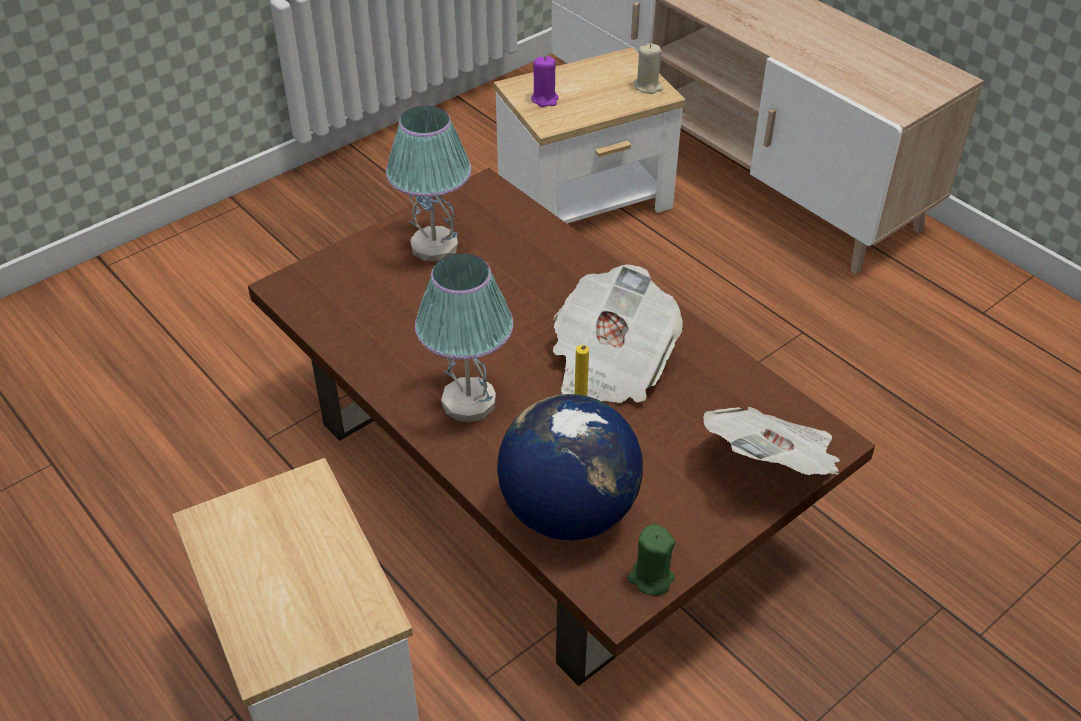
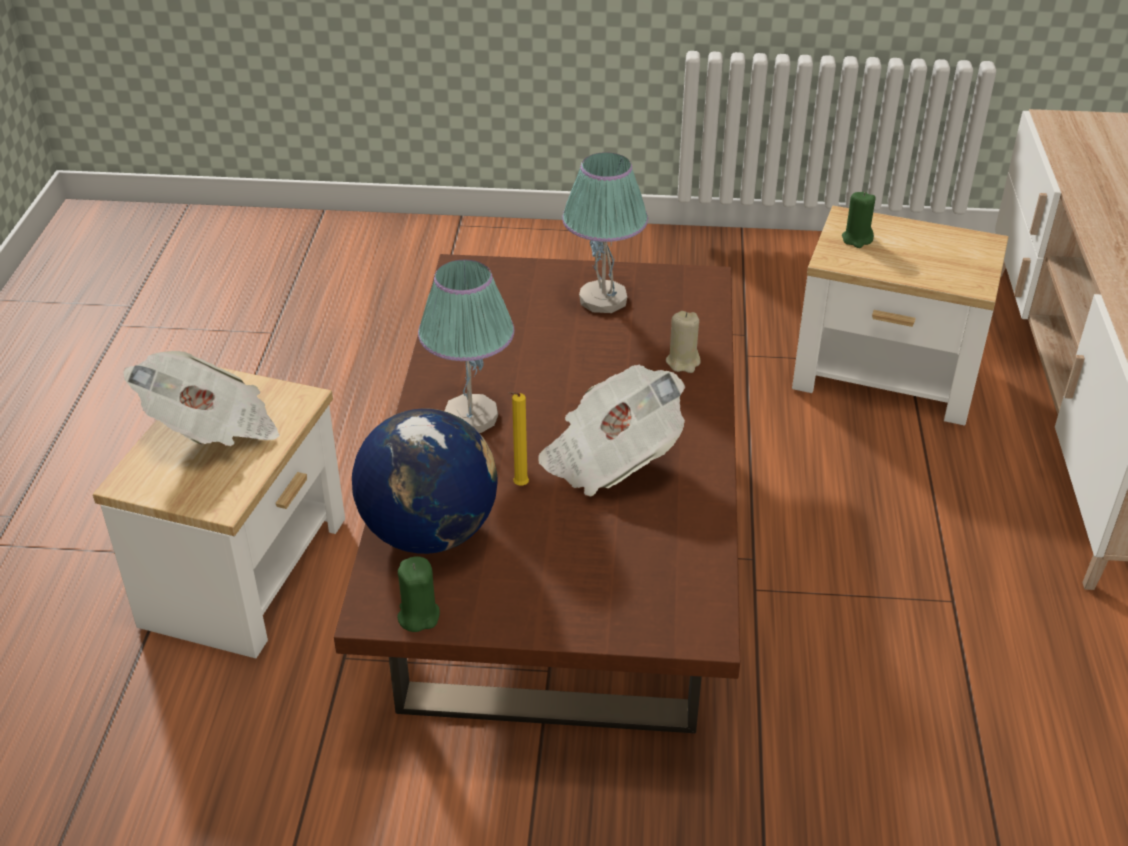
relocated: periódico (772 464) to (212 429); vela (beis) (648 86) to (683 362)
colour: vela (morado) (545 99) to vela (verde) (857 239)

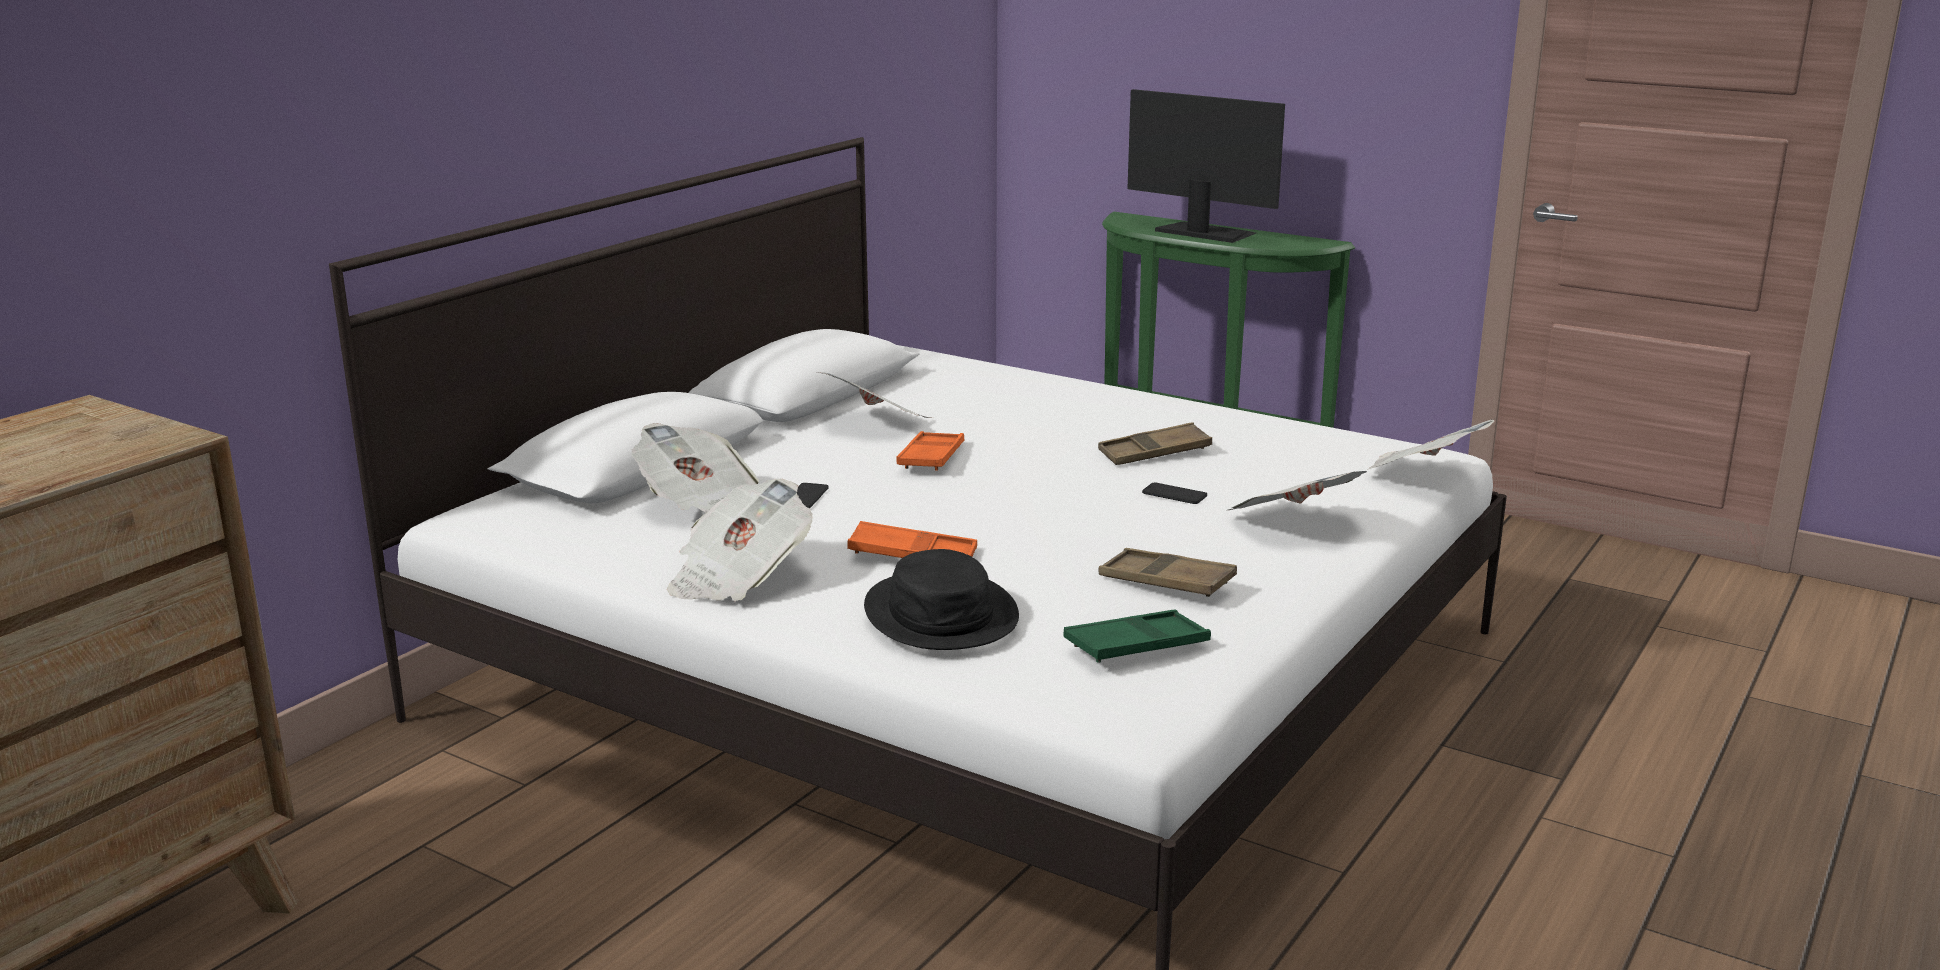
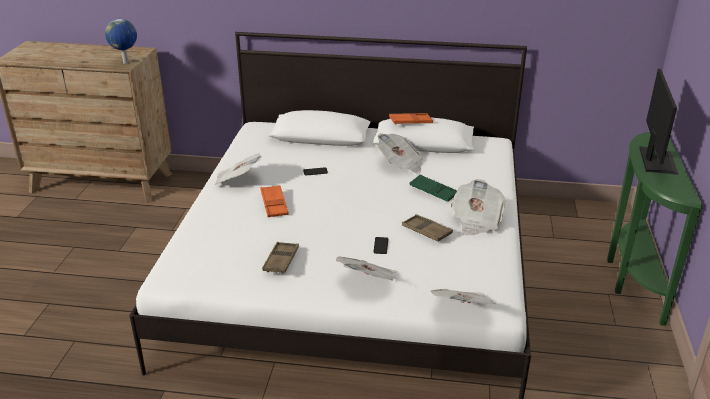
missing: sombrero (negro) (941 614)
appeared: globo terráqueo (126 62)
relocated: bandeja (naranja) (931 457) to (410 121); bandeja (verde) (1136 645) to (433 191); periódico (703 507) to (476 221)

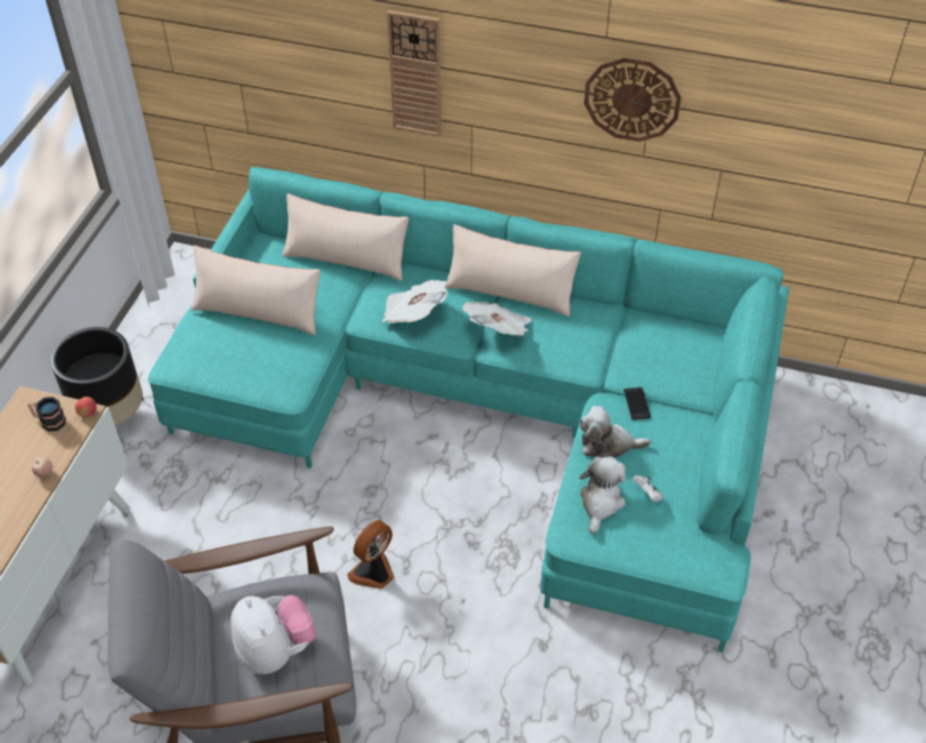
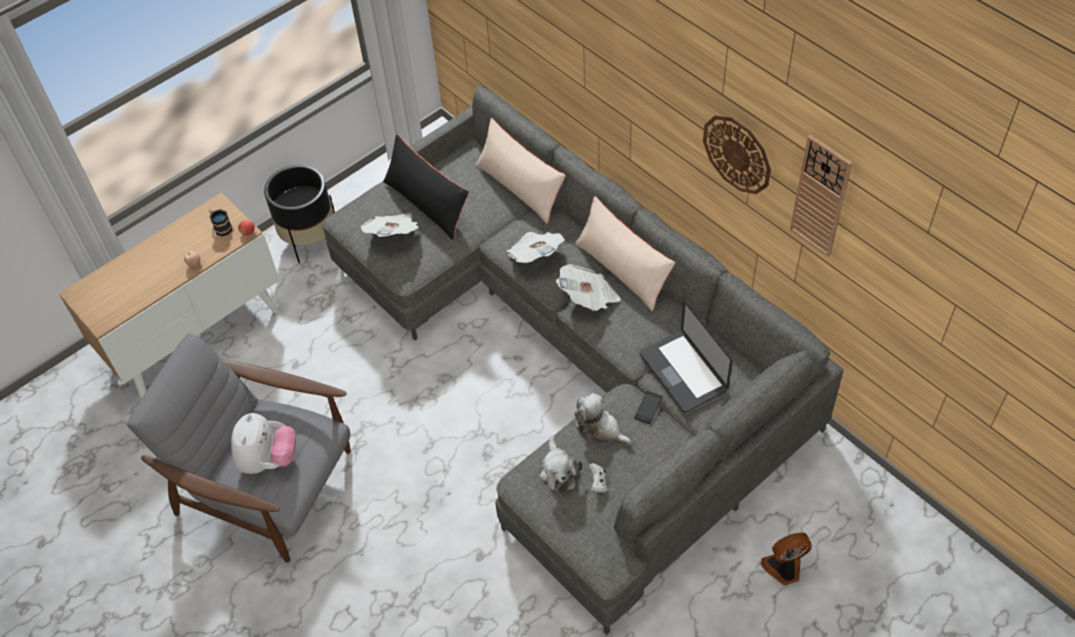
appeared: periódico (394 234); portátil (682 372)
relocated: ventilador (374 573) to (784 568); reloj de pared (415 74) to (821 196)
colour: sofá (turquesa) (492 410) to sofá (gris) (576 358); cojín (beis) (258 311) to cojín (negro) (427 203)
spun: peluche (600 502) = (558 471) 120 degrees clockwise

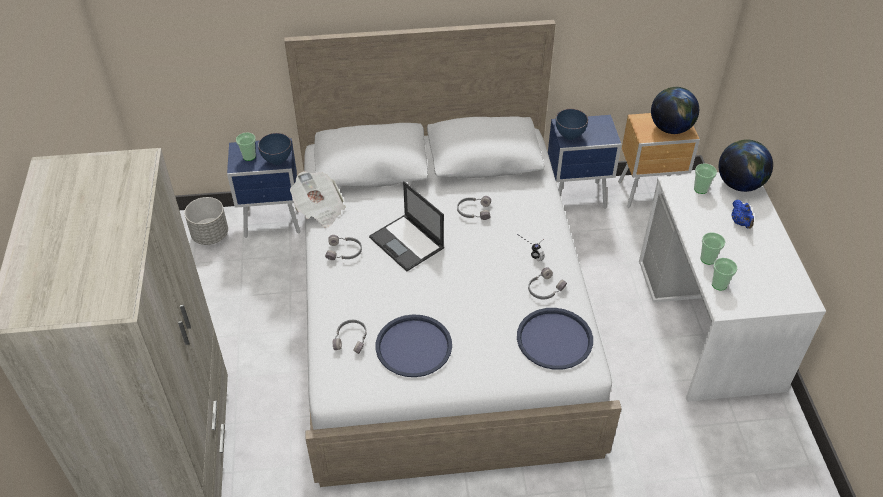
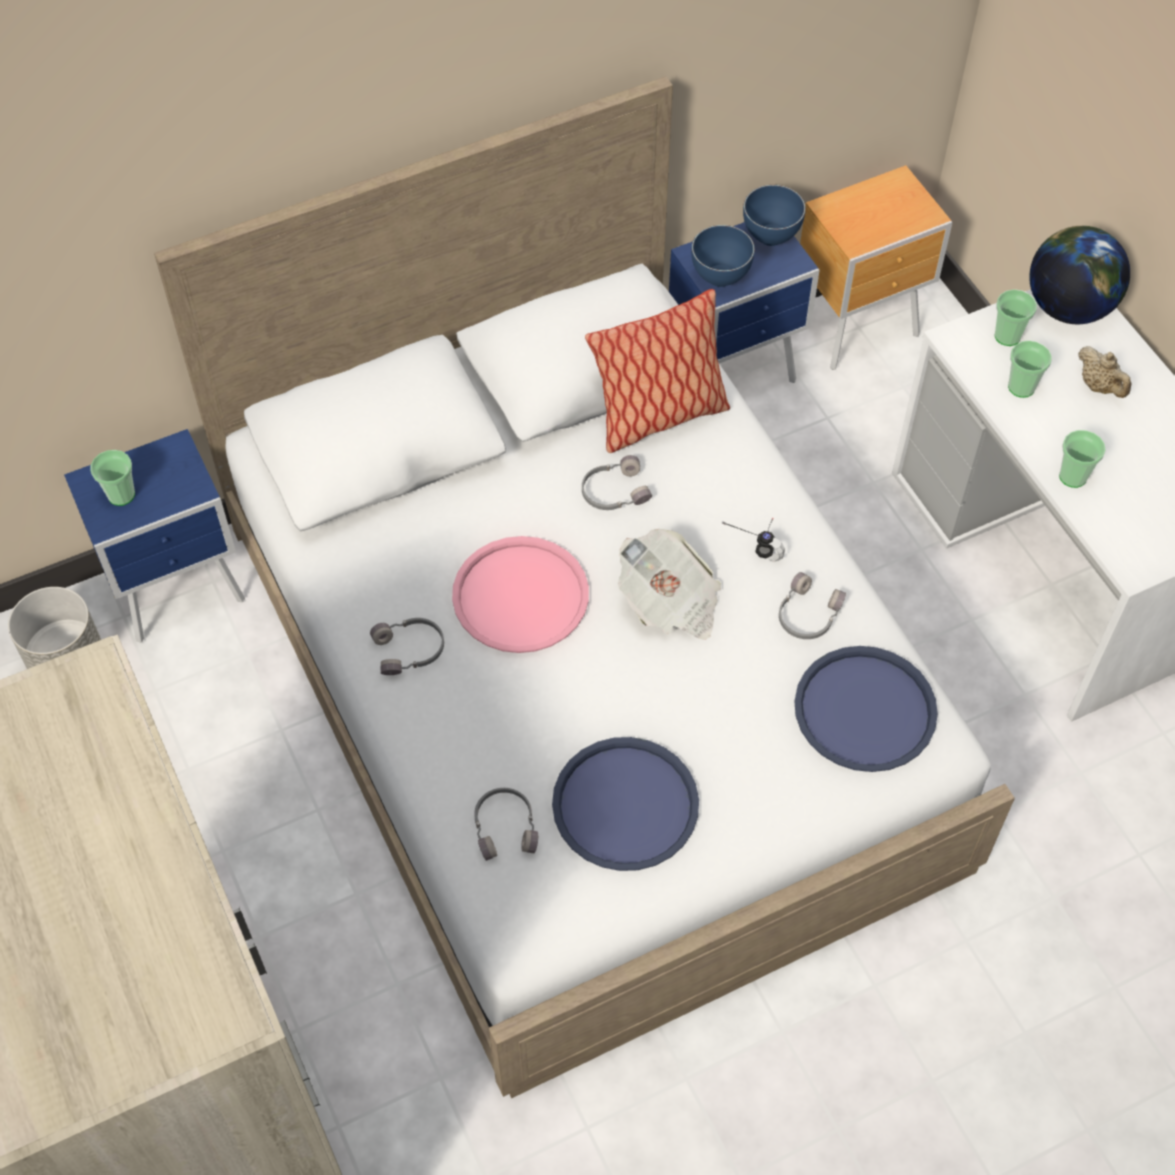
missing: globo terráqueo (670 128)
appeared: cojín (658 417)
relocated: periódico (319 209) to (670 602); cuenco (azul) (278 161) to (771 237); taza (719 284) to (1021 387)
exchanged: portátil (407 243) to bandeja (rosa) (520 596)
colour: tetera (azul) (740 222) to tetera (beis) (1099 386)

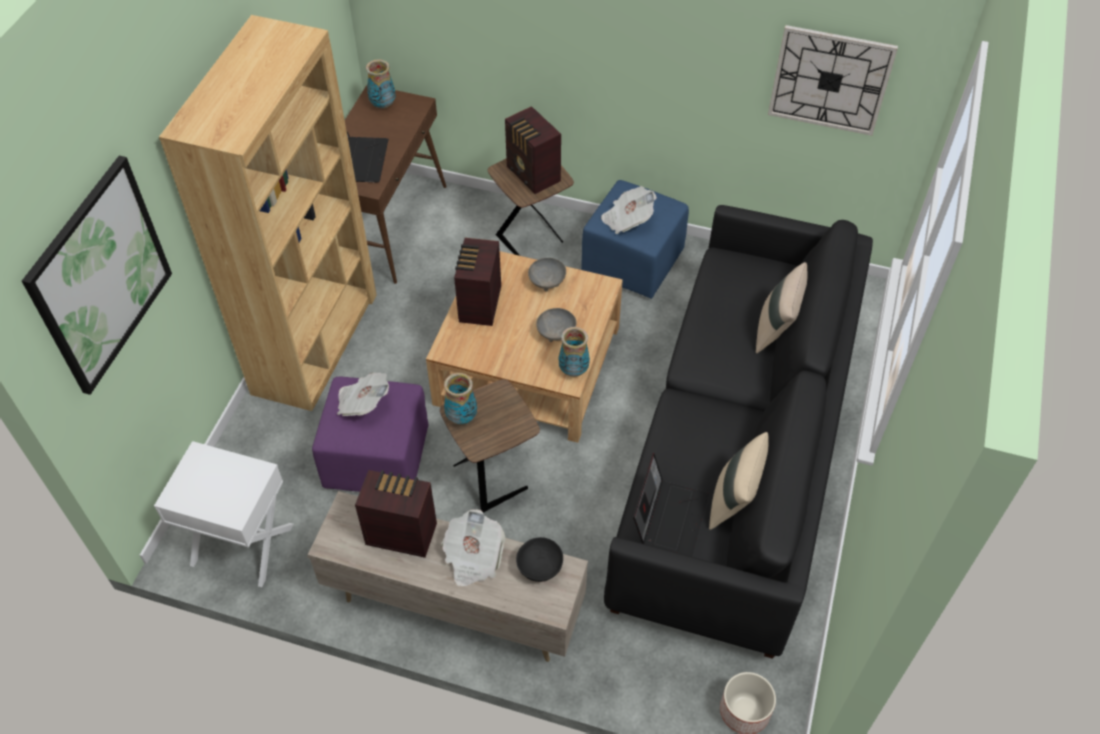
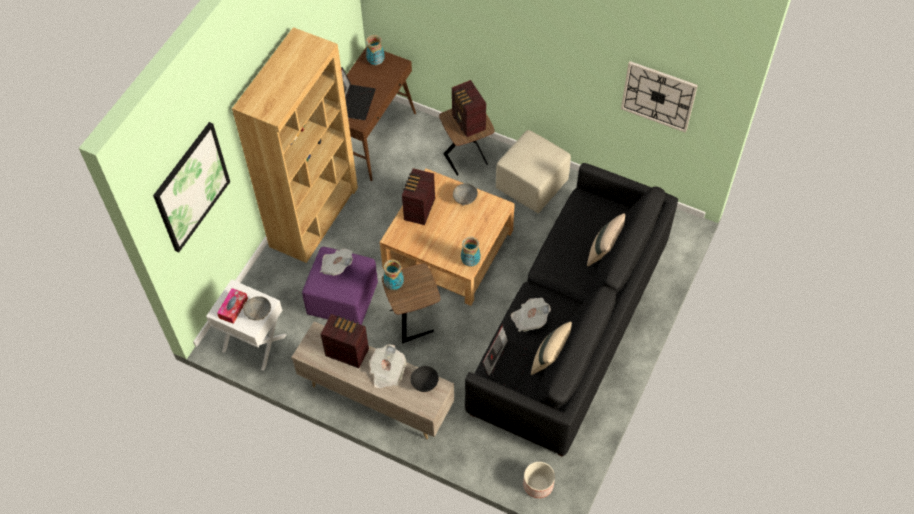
appeared: caja de pañuelos (233 308)
relocated: cuenco (gris) (556 333) to (259 313); periódico (627 219) to (529 319)
colour: puf (azul) (632 261) to puf (beis) (532 184)

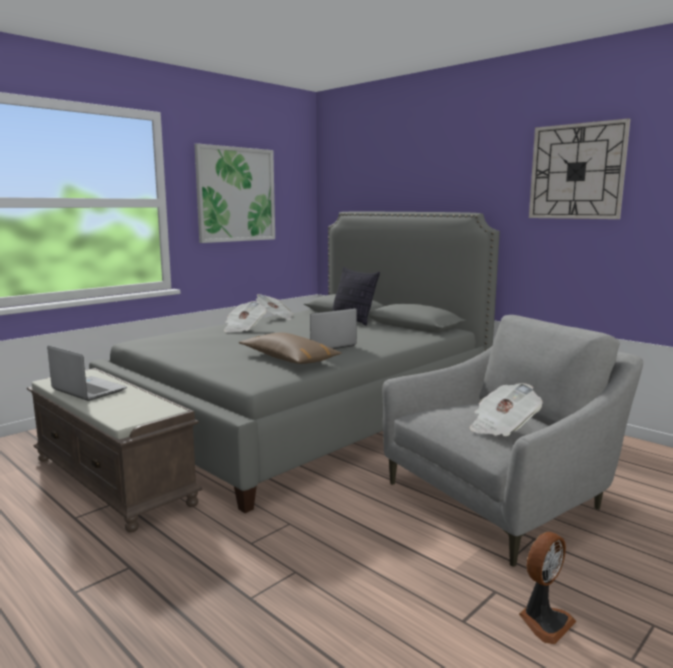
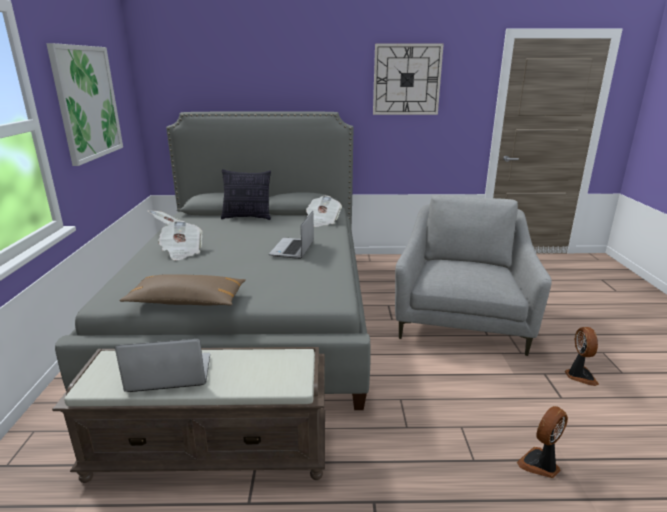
appeared: ventilador (540 464)
relocated: cojín (marrón) (288 359) to (187 301); periódico (502 427) to (322 221)

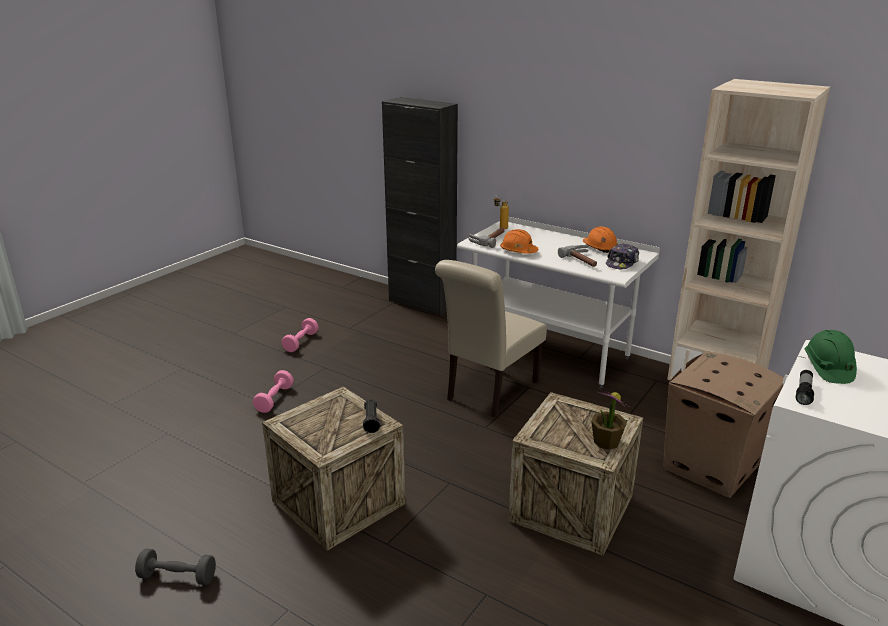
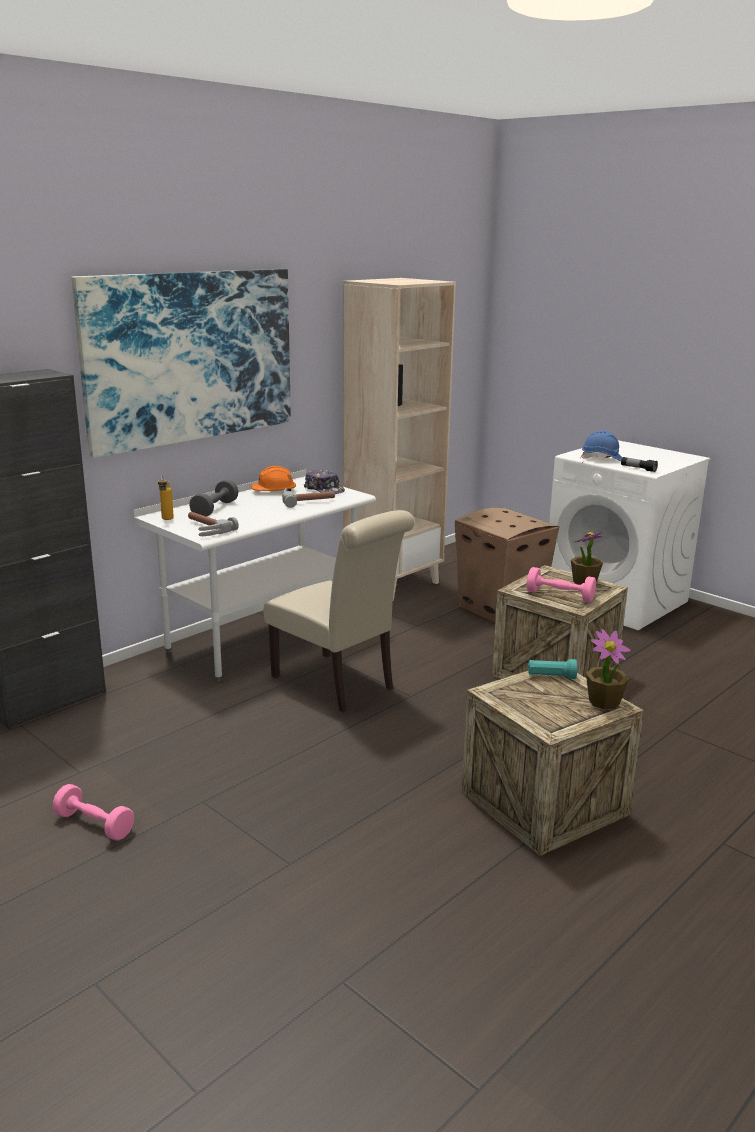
missing: casco (naranja) (518 251)
appeared: cuadro (191 357); planta en maceta (604 702)
relocated: mancuerna (gris) (178 577) to (215 509); mancuerna (rosa) (274 399) to (560 596)
colour: linterna (negro) (371 421) to linterna (turquesa) (551 676); casco (verde) (827 369) to casco (azul) (602 459)

